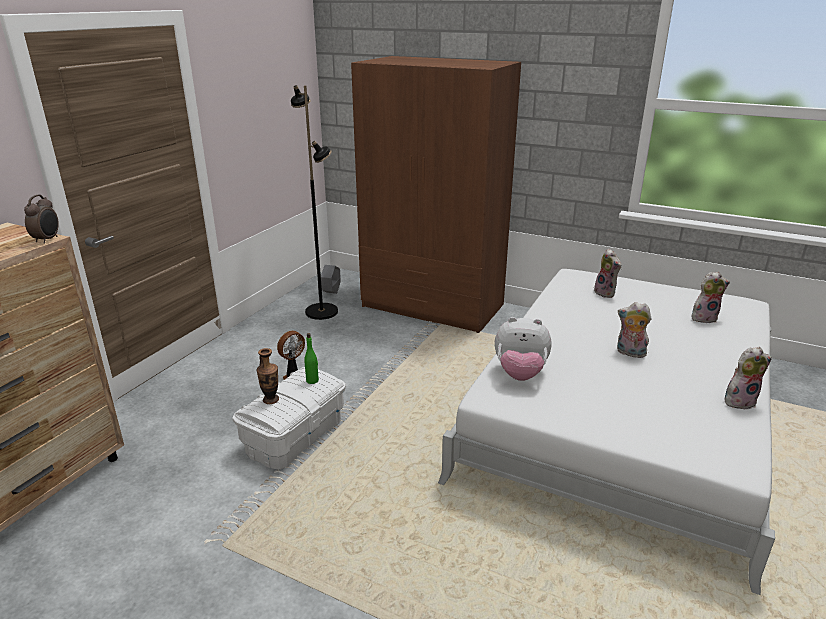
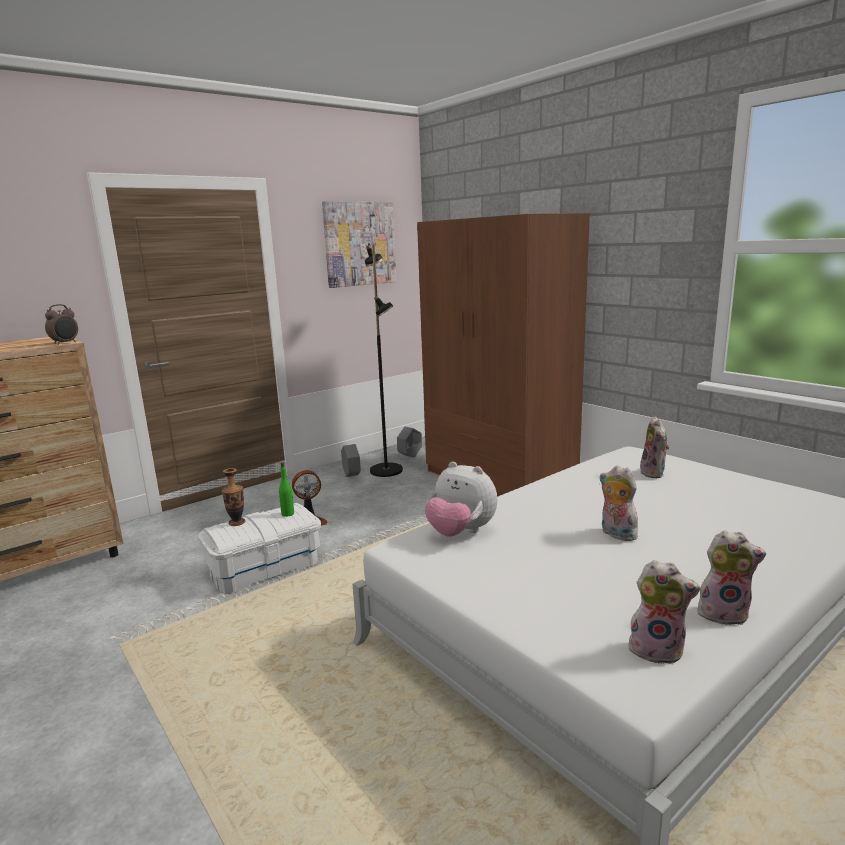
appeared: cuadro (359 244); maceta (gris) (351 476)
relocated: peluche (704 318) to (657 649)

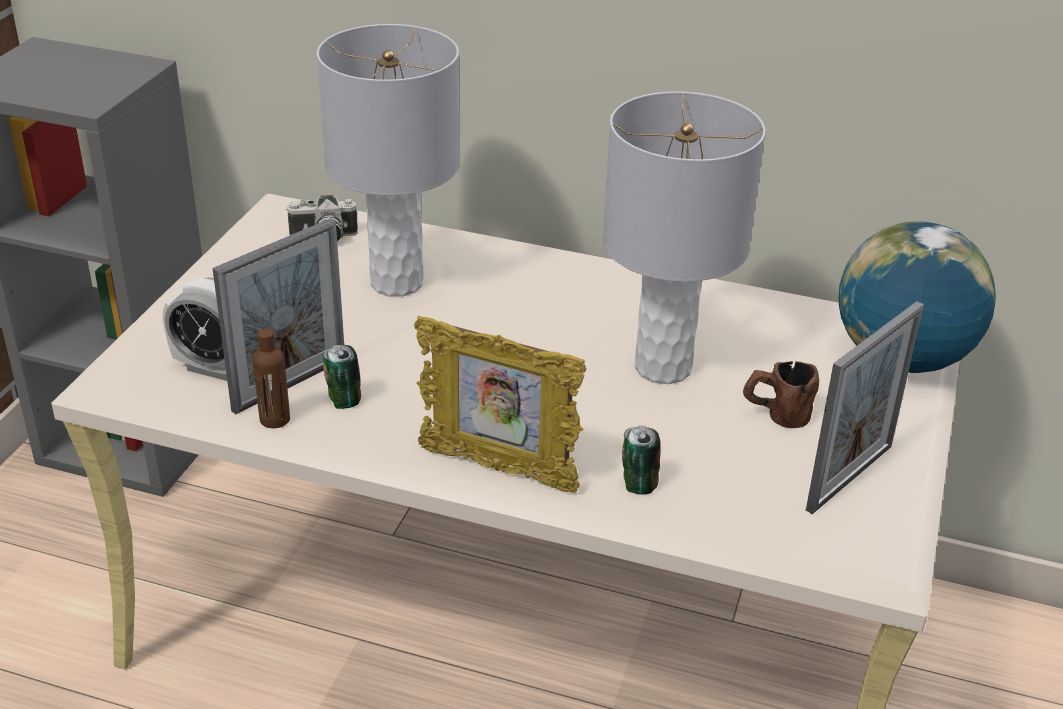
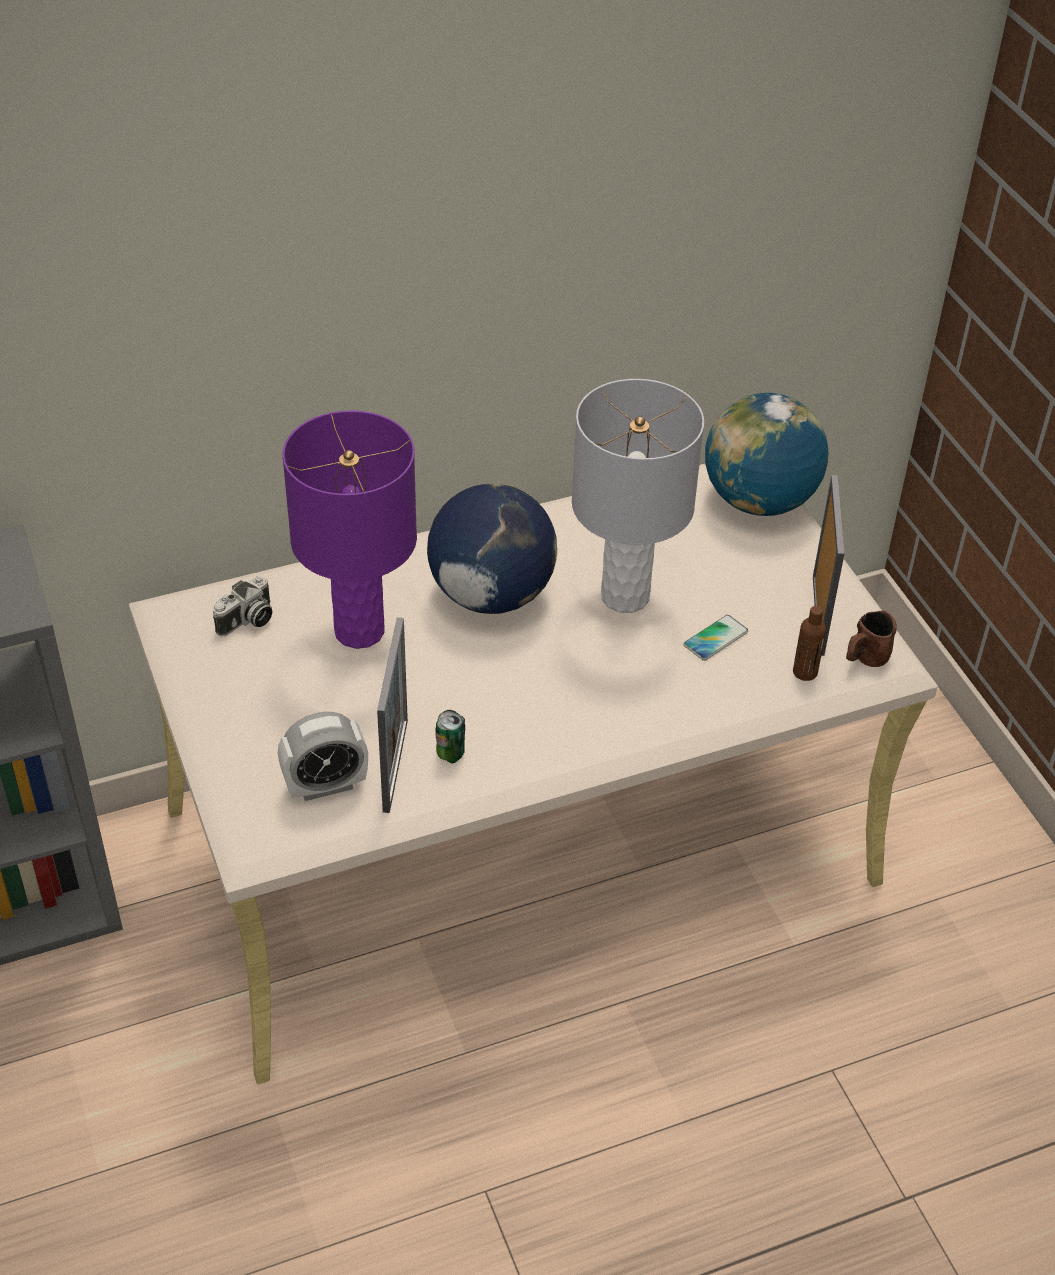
missing: portarretratos (498 469); lata (638 485)
appeared: globo terráqueo (491 595); móvil (715 638)
relocated: botella (marrón) (275 419) to (805 672); taza grande (marrón) (775 415) to (864 660)
colour: lámpara de mesa (gris) (396 283) to lámpara de mesa (morado) (360 632)

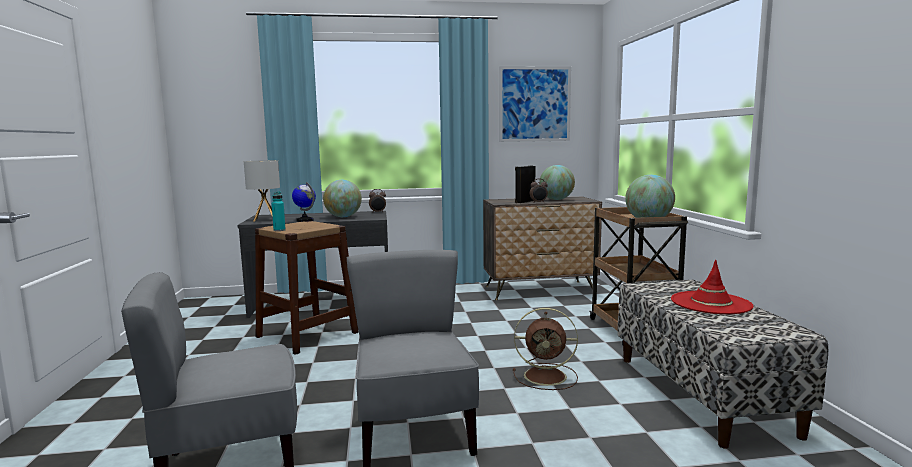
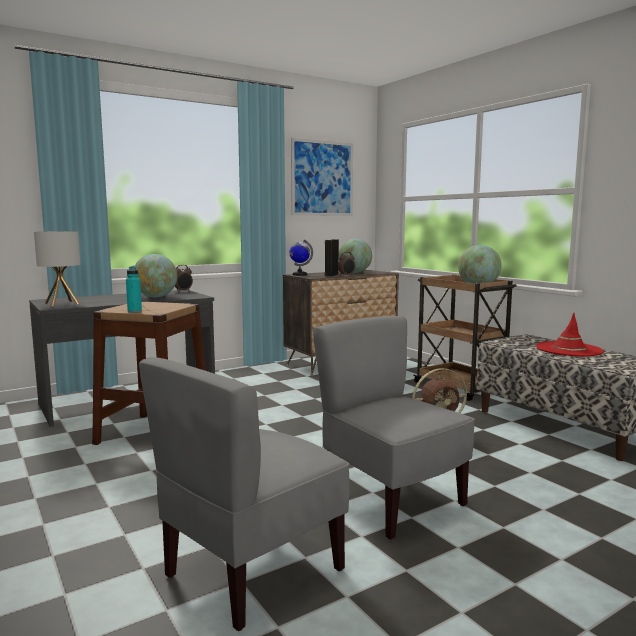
relocated: globo terráqueo (305 220) to (299 275)

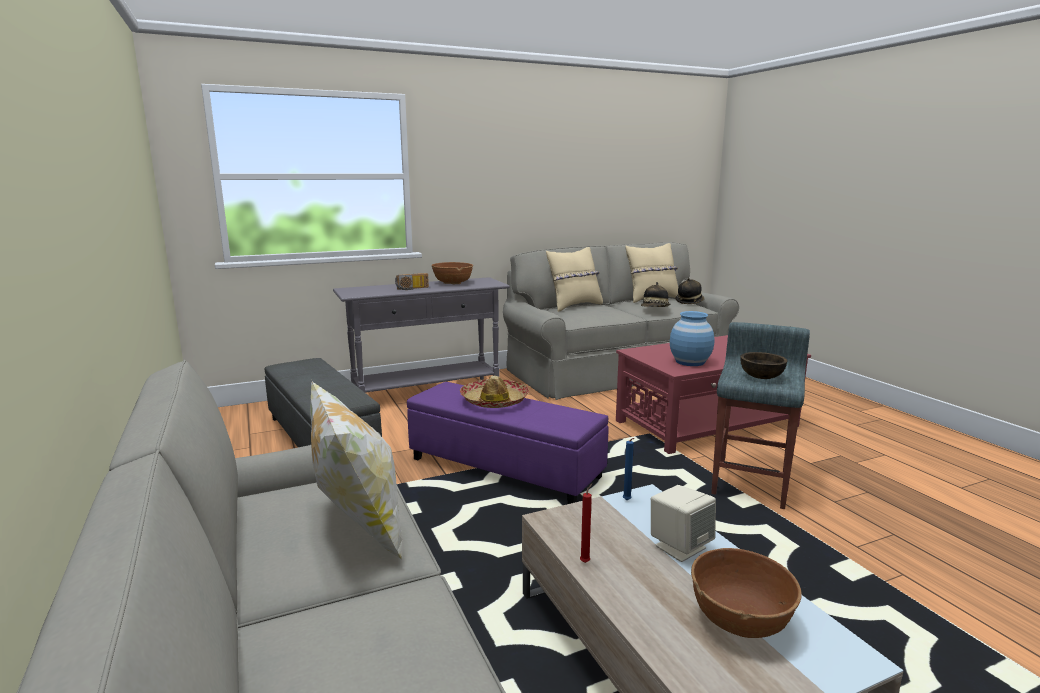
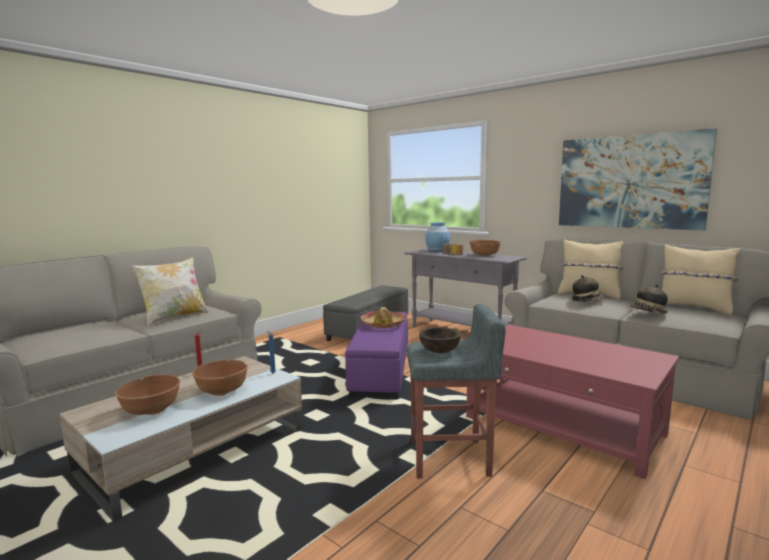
appeared: cuadro (629 182)
relocated: florero (azul) (690 362) to (437 251); sombrero (689 302) to (587 300)
exchanged: altavoz (beis) (680 546) to cuenco (marrón) (222 391)

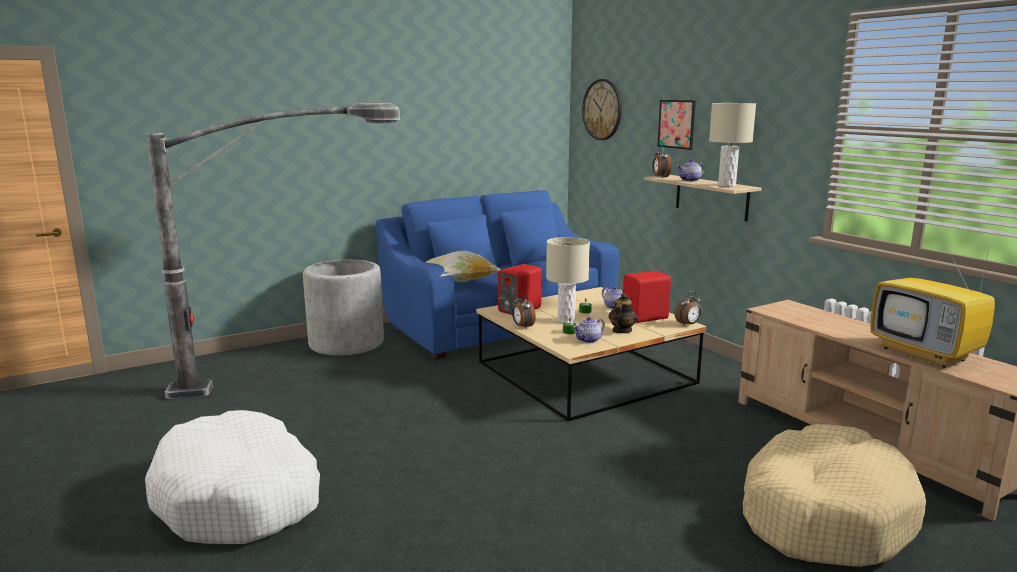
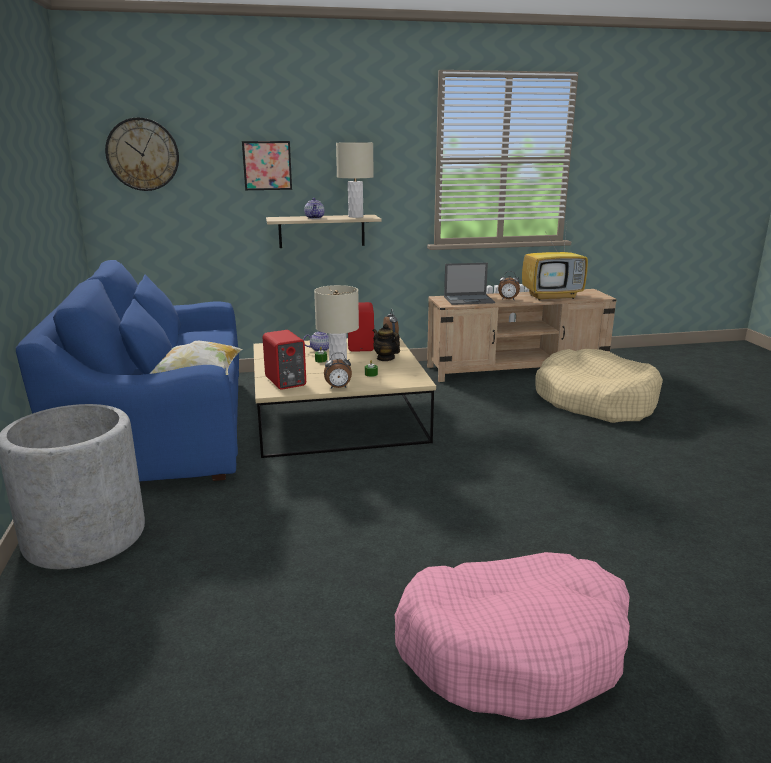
missing: lámpara de pie (292 384); tetera (589 340)
appeared: portátil (469 300)
relocated: despertador (660 177) to (508 299)
colour: cama para perro (blanco) (239 498) to cama para perro (rosa) (513 648)

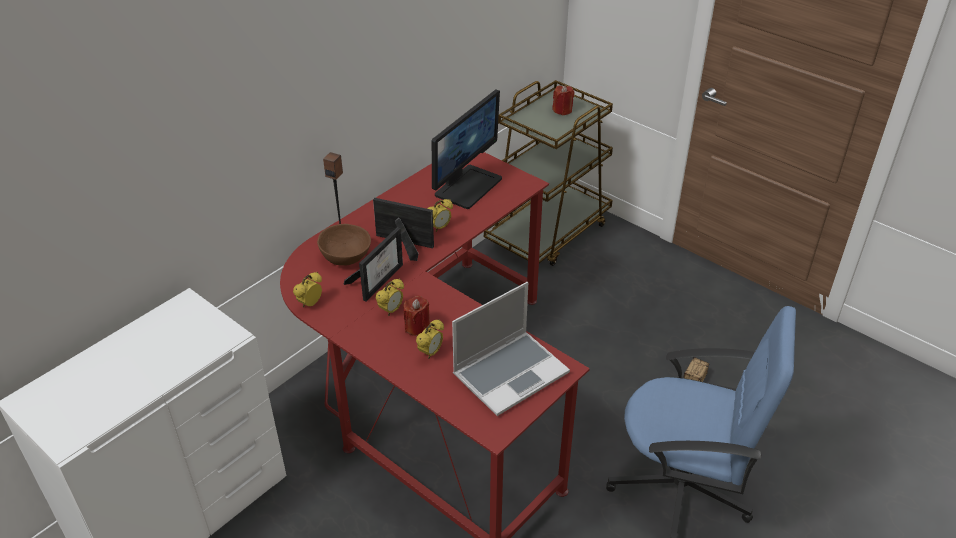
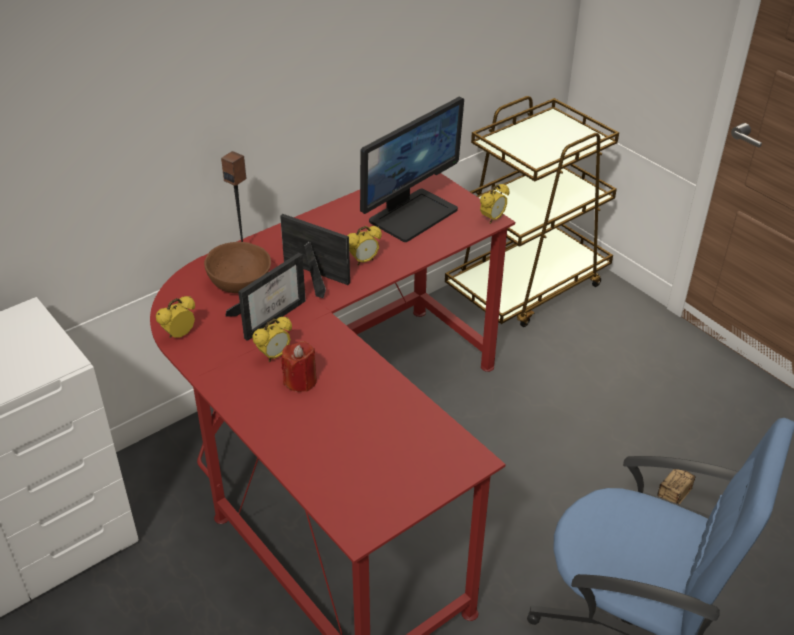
missing: portátil (510 373); vela (rojo) (562 110)
relocated: despertador (431 353) to (492 219)

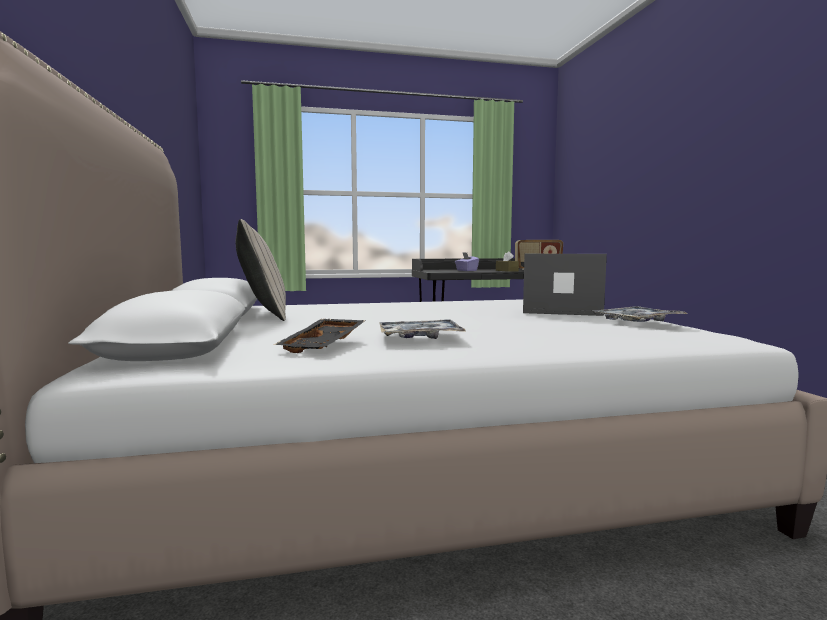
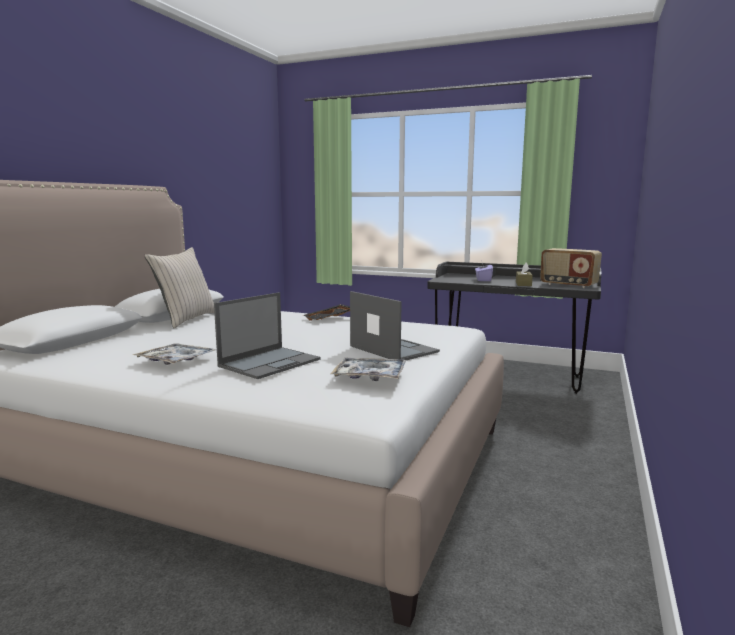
appeared: portátil (270 362)
relocated: bandeja (negro) (325 345) to (329 318)

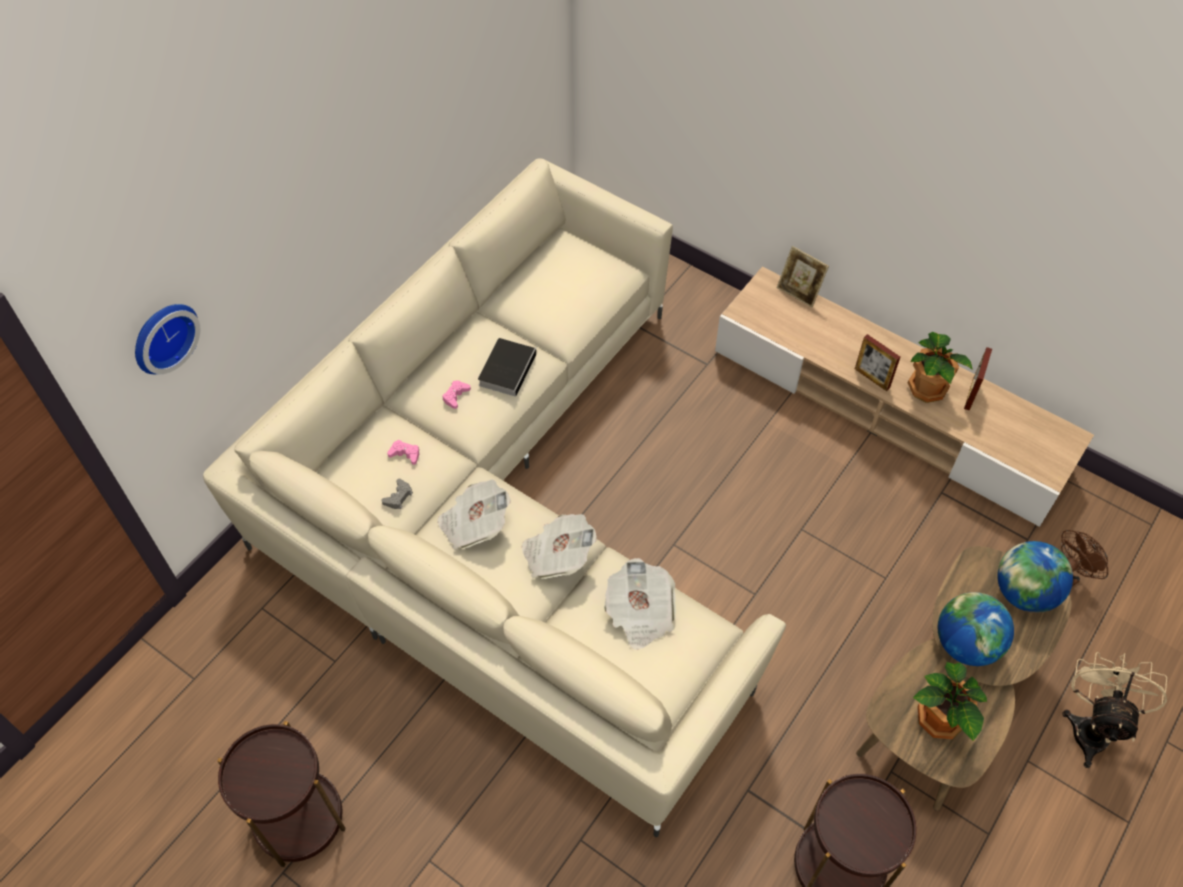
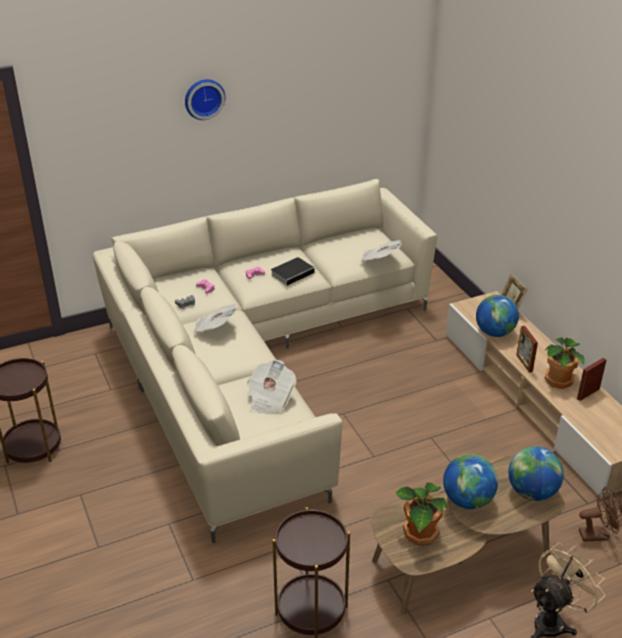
appeared: globo terráqueo (494 332)
relocated: reloj de pared (162 336) to (203 98); periódico (557 555) to (379 260)

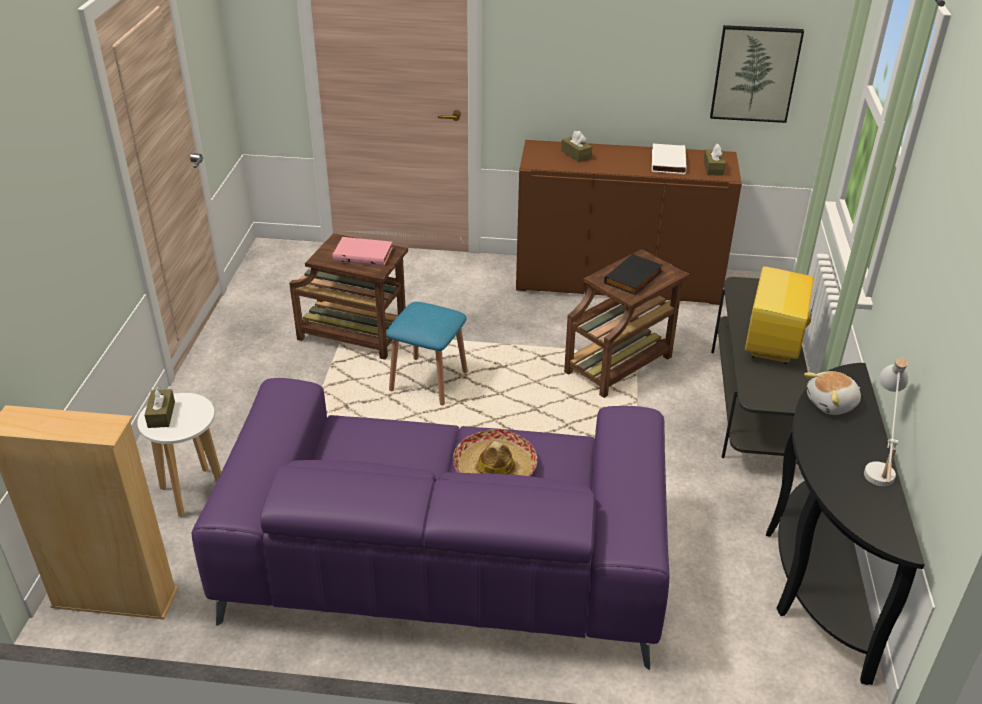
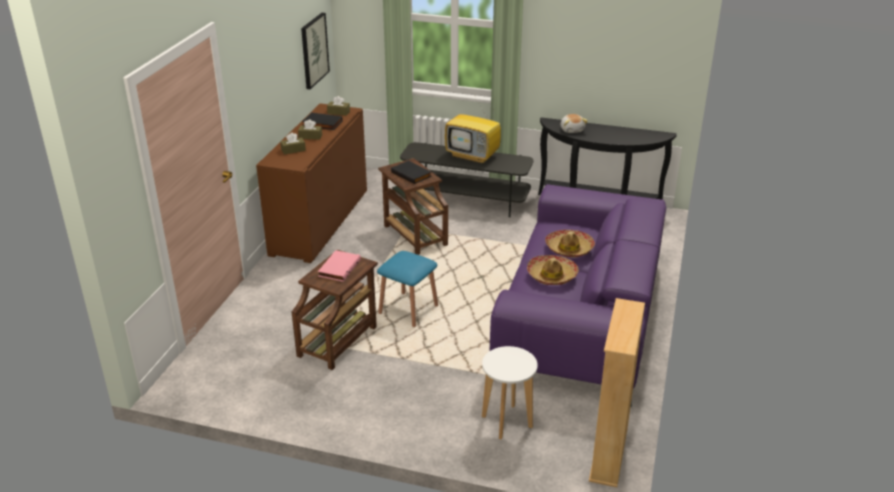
missing: lámpara de mesa (blanco) (878 461)
appeared: sombrero (552 275)
relocated: caja de pañuelos (marrón) (161 415) to (310 136)
colour: libro (blanco) (667 162) to libro (negro) (321 124)

